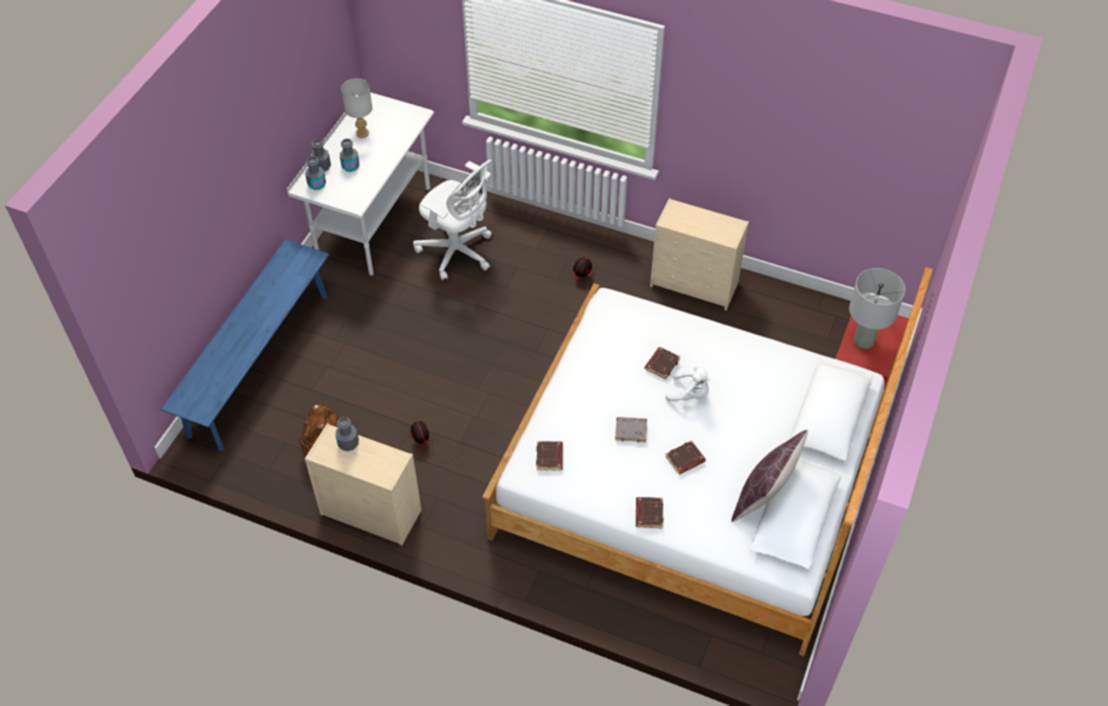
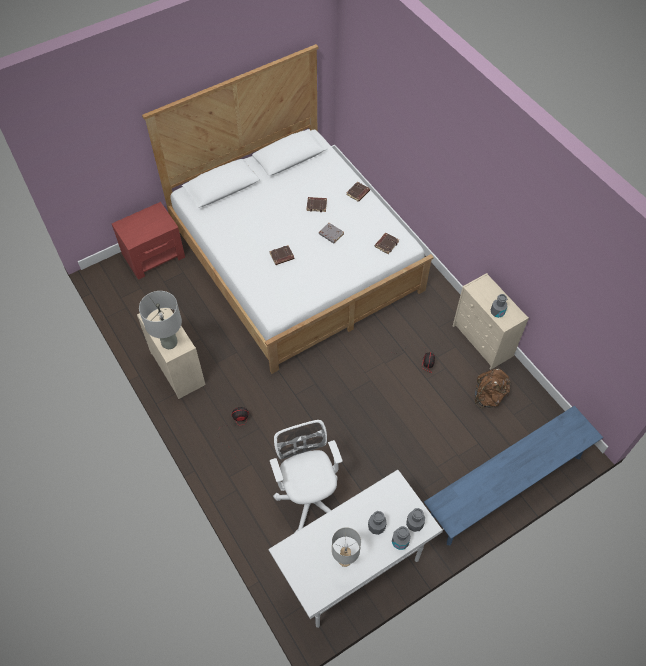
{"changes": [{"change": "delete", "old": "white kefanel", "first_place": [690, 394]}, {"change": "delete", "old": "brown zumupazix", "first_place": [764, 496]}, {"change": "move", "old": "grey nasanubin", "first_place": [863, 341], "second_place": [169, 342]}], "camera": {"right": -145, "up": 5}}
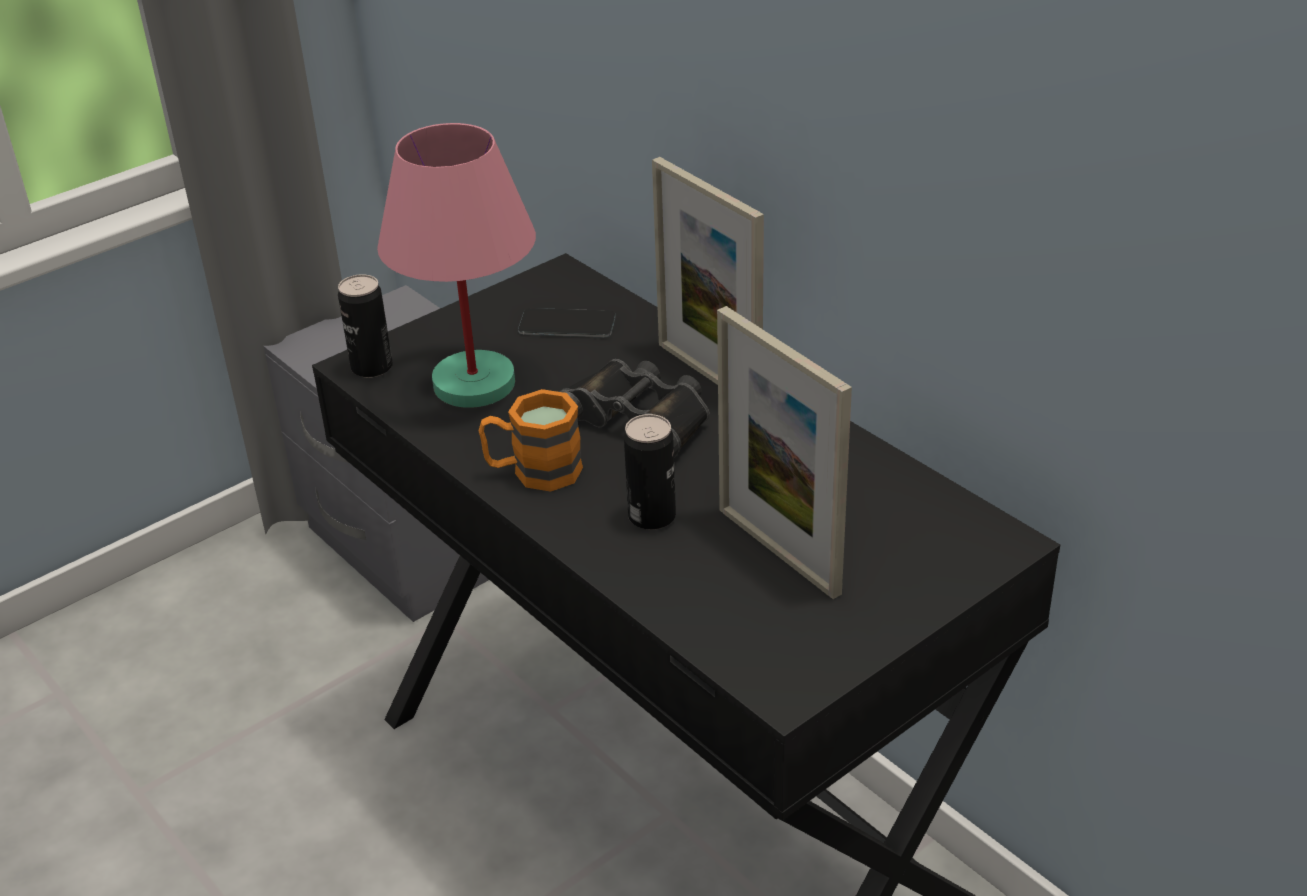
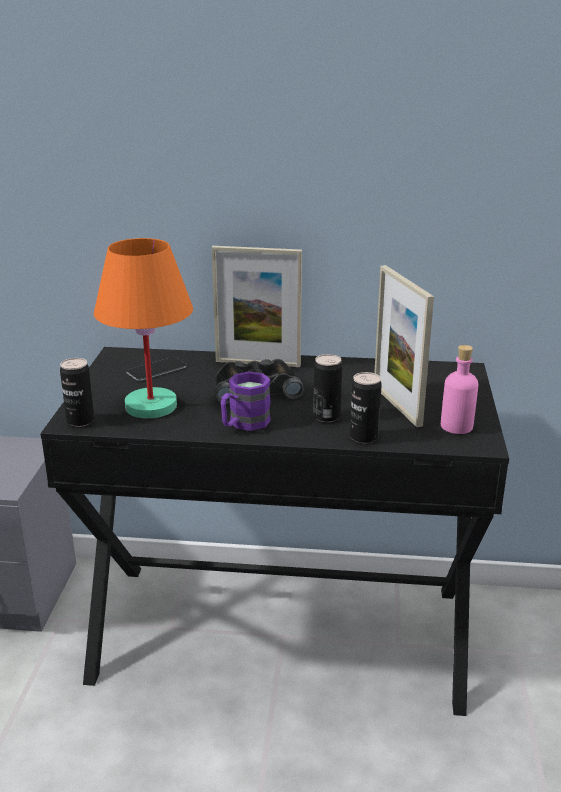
{"changes": [{"change": "recolor", "old": "pink nasanubin", "new": "orange nasanubin", "first_place": [474, 383], "second_place": [150, 406]}, {"change": "recolor", "old": "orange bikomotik", "new": "purple bikomotik", "first_place": [533, 472], "second_place": [244, 424]}, {"change": "rotate", "old": "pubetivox", "first_place": [778, 551], "second_place": [397, 405], "degrees": 60}, {"change": "insert", "new": "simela", "second_place": [364, 437]}, {"change": "insert", "new": "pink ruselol", "second_place": [456, 426]}], "camera": {"right": -45, "up": -10}}
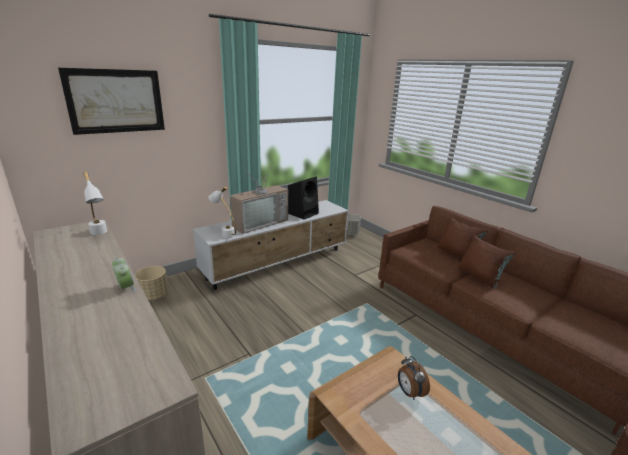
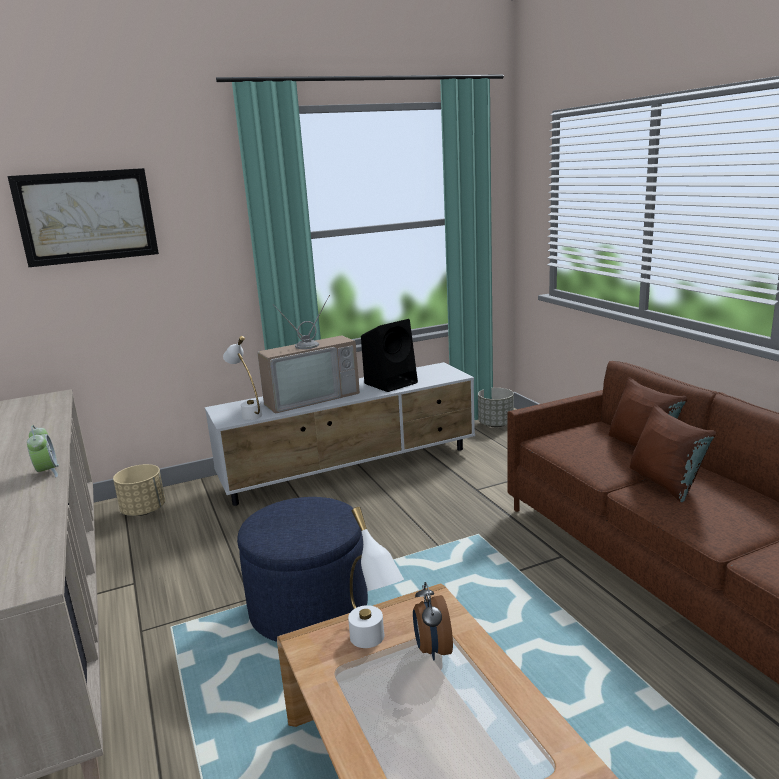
{"changes": [{"change": "move", "old": "white nasanubin", "first_place": [100, 234], "second_place": [374, 647]}, {"change": "insert", "new": "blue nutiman", "second_place": [309, 608]}], "camera": {"right": 15, "up": -5}}
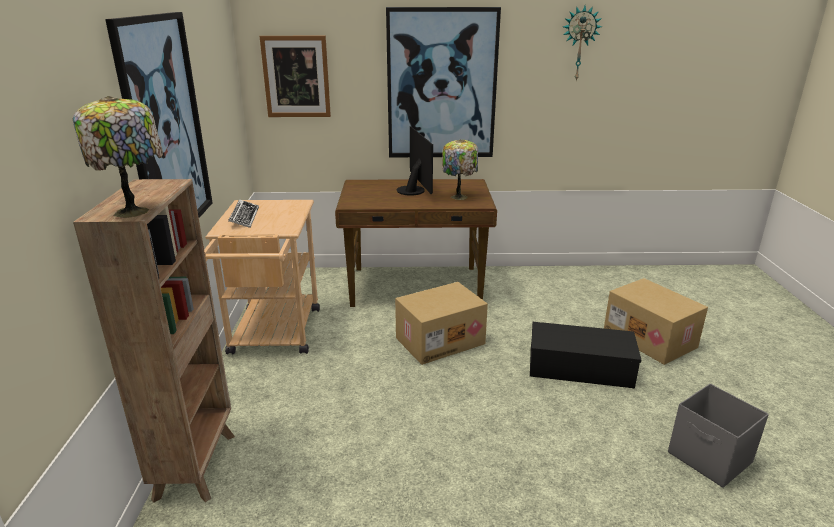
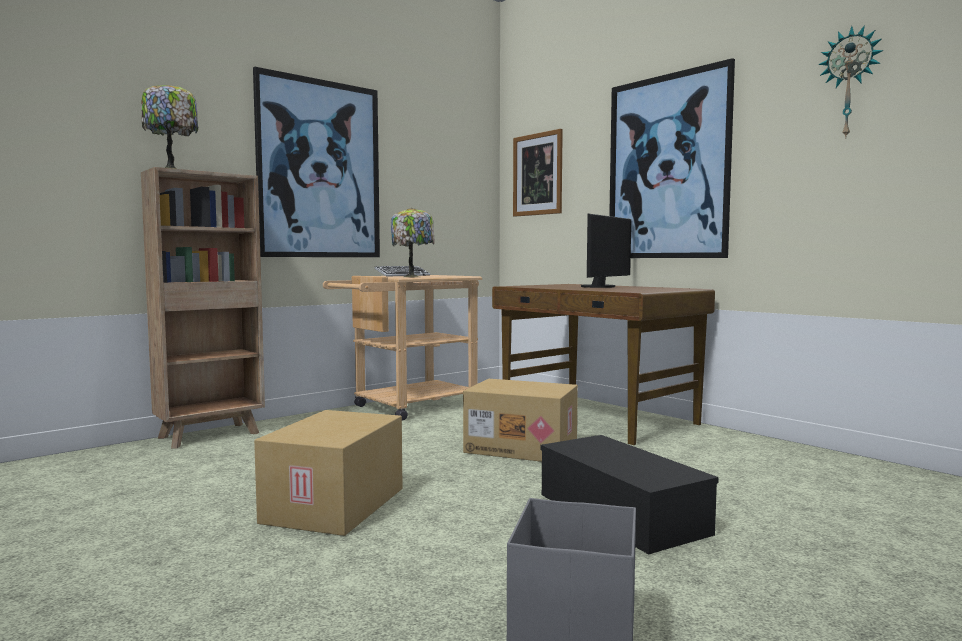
{"changes": [{"change": "move", "old": "nasanubin", "first_place": [459, 196], "second_place": [412, 277]}, {"change": "move", "old": "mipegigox", "first_place": [650, 338], "second_place": [336, 506]}], "camera": {"right": 50, "up": -20}}
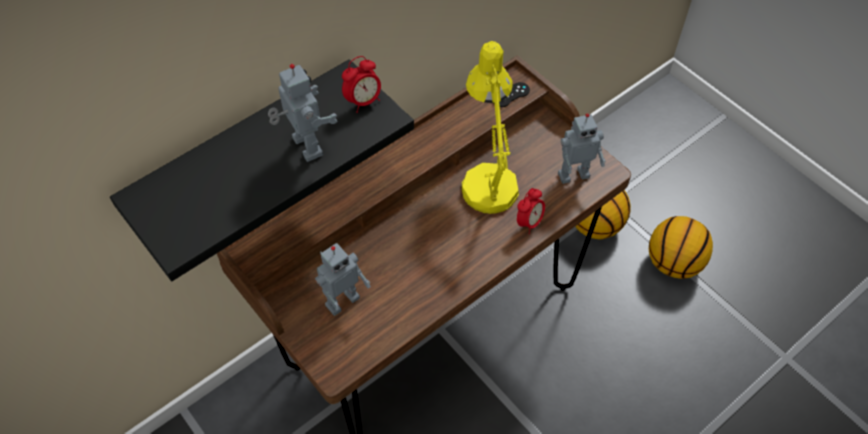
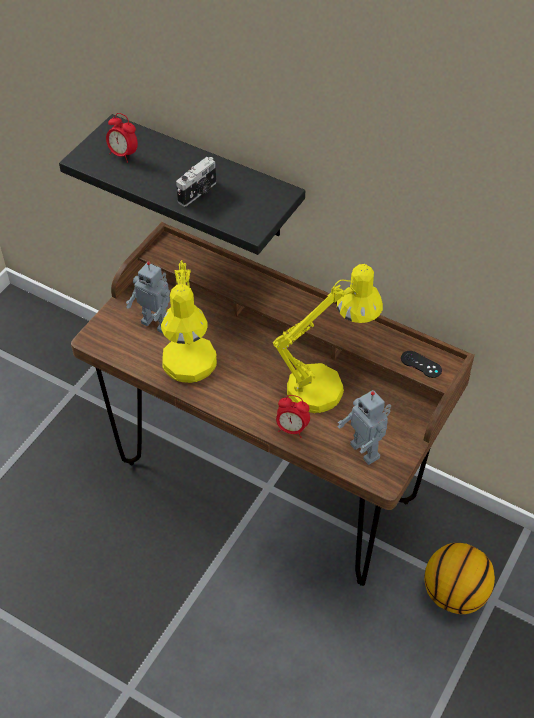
{"changes": [{"change": "replace", "old": "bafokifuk", "new": "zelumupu", "first_place": [305, 147], "second_place": [198, 193]}, {"change": "move", "old": "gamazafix", "first_place": [363, 101], "second_place": [123, 154]}, {"change": "delete", "old": "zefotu", "first_place": [673, 263]}, {"change": "insert", "new": "yellow nasanubin", "second_place": [190, 371]}], "camera": {"right": 70, "up": -5}}
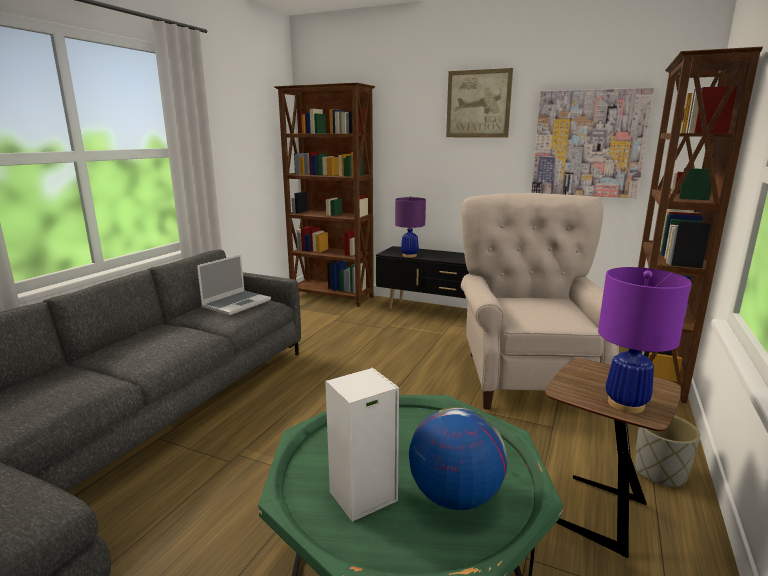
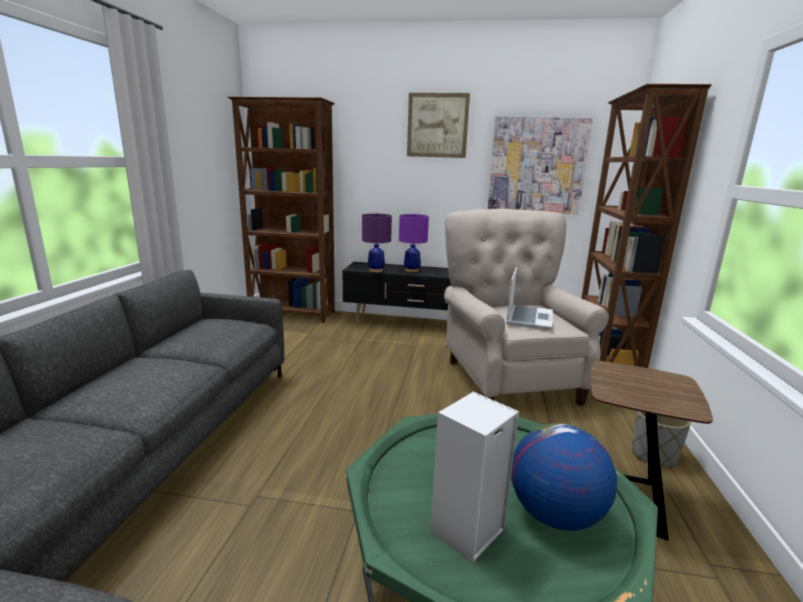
{"changes": [{"change": "move", "old": "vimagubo", "first_place": [236, 303], "second_place": [528, 318]}, {"change": "move", "old": "purple nasanubin", "first_place": [626, 404], "second_place": [412, 270]}], "camera": {"right": -15, "up": 0}}
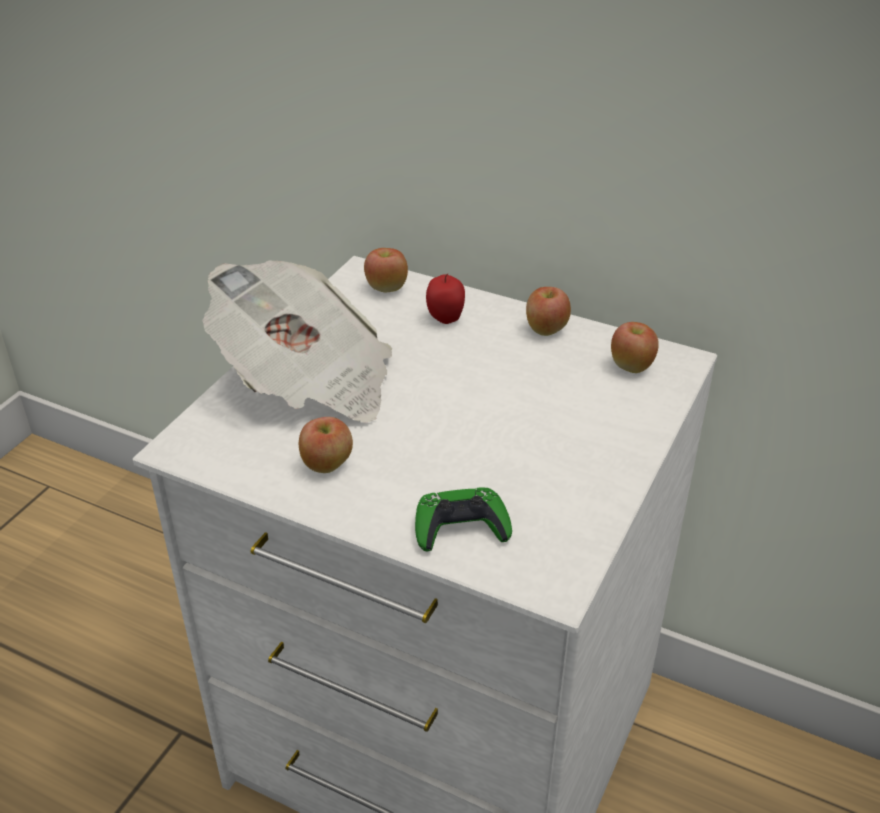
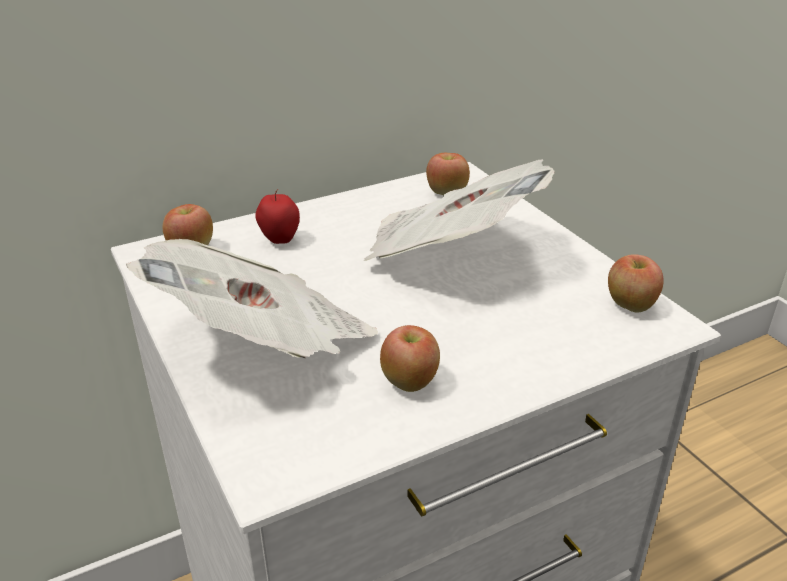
{"changes": [{"change": "delete", "old": "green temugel", "first_place": [461, 527]}, {"change": "move", "old": "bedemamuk", "first_place": [546, 329], "second_place": [630, 305]}, {"change": "insert", "new": "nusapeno", "second_place": [449, 253]}], "camera": {"right": -55, "up": -5}}
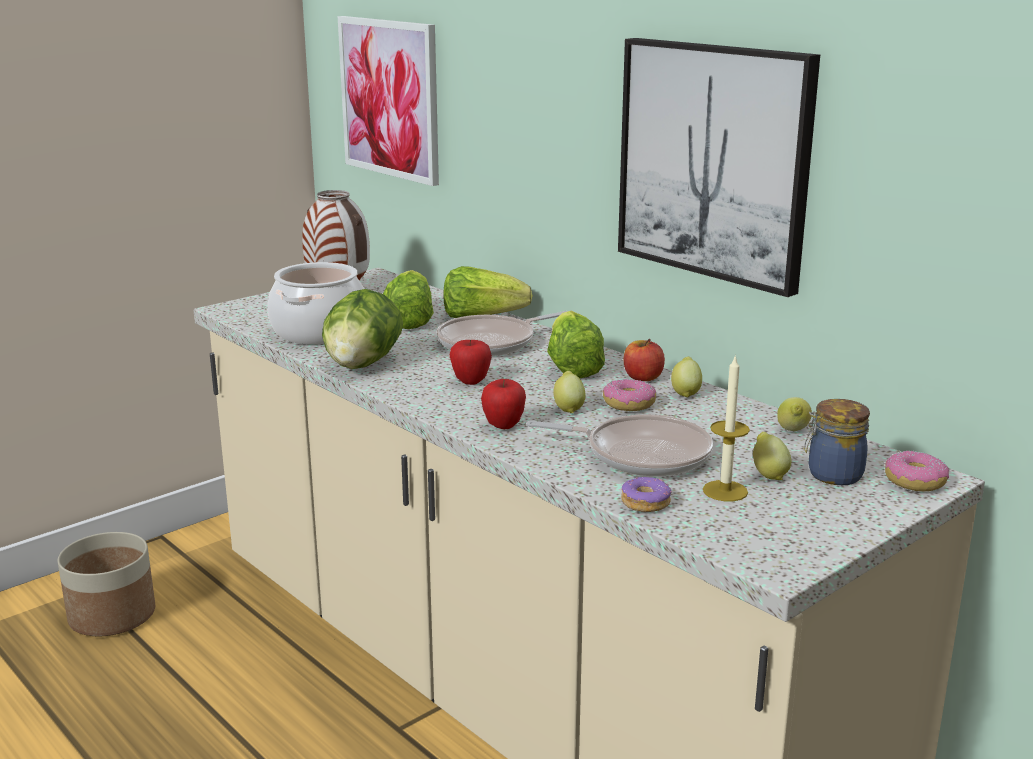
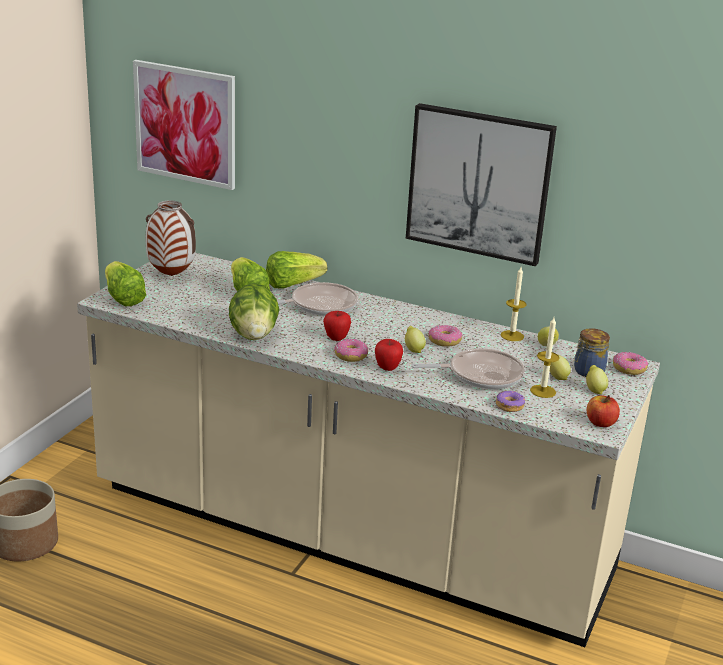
{"changes": [{"change": "delete", "old": "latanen", "first_place": [319, 331]}, {"change": "rotate", "old": "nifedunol", "first_place": [492, 342], "second_place": [319, 305], "degrees": -150}, {"change": "move", "old": "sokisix", "first_place": [572, 367], "second_place": [123, 298]}, {"change": "move", "old": "bedemamuk", "first_place": [642, 377], "second_place": [600, 423]}, {"change": "move", "old": "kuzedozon", "first_place": [685, 393], "second_place": [594, 390]}, {"change": "insert", "new": "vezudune", "second_place": [351, 356]}, {"change": "insert", "new": "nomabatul", "second_place": [512, 336]}], "camera": {"right": -25, "up": 5}}
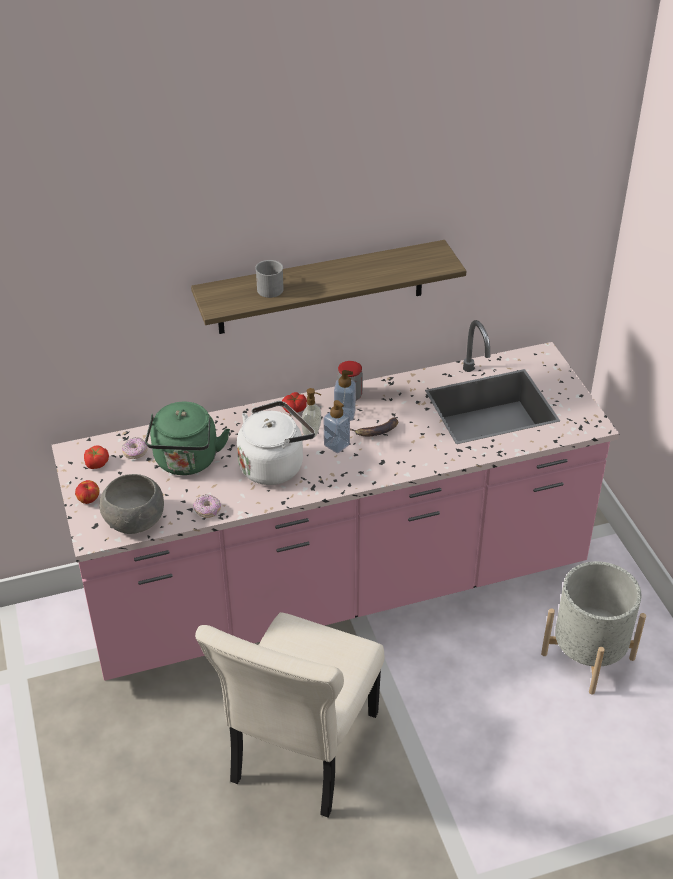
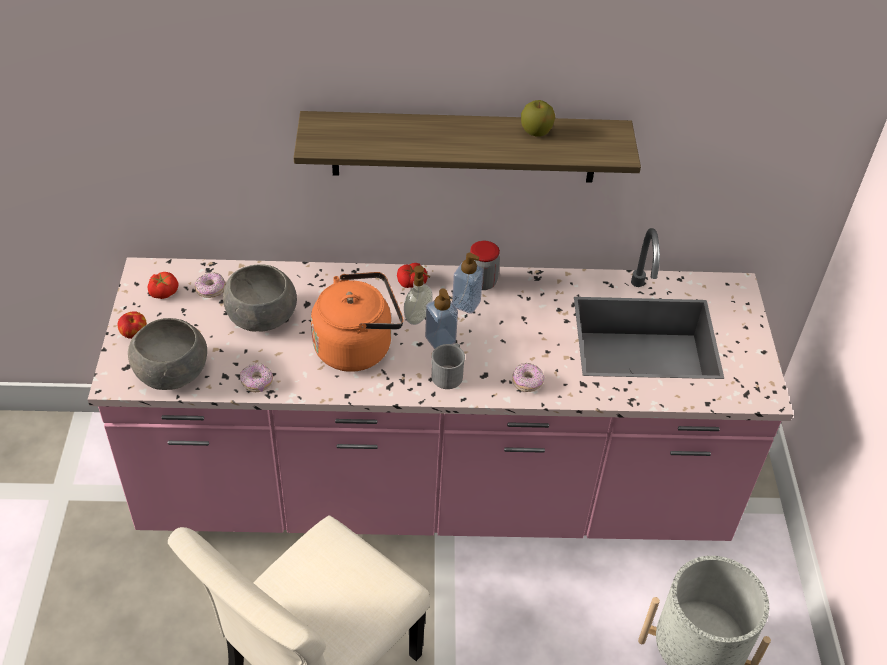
{"changes": [{"change": "replace", "old": "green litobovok", "new": "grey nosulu", "first_place": [186, 462], "second_place": [261, 316]}, {"change": "recolor", "old": "white litobovok", "new": "orange litobovok", "first_place": [274, 465], "second_place": [357, 346]}, {"change": "move", "old": "grey bikomotik", "first_place": [270, 287], "second_place": [449, 373]}, {"change": "delete", "old": "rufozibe", "first_place": [376, 431]}, {"change": "insert", "new": "vezudune", "second_place": [527, 382]}, {"change": "insert", "new": "bedemamuk", "second_place": [536, 132]}], "camera": {"right": 15, "up": 5}}
